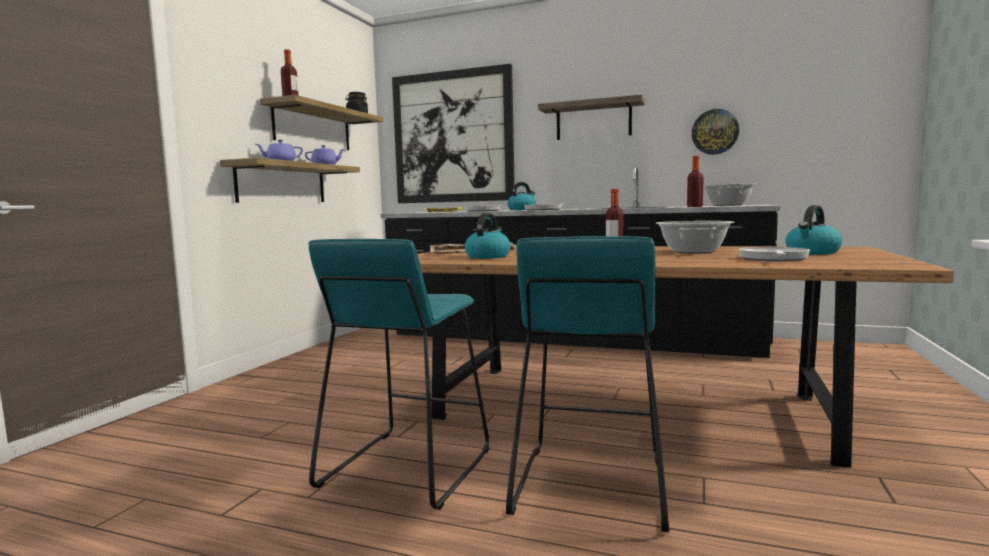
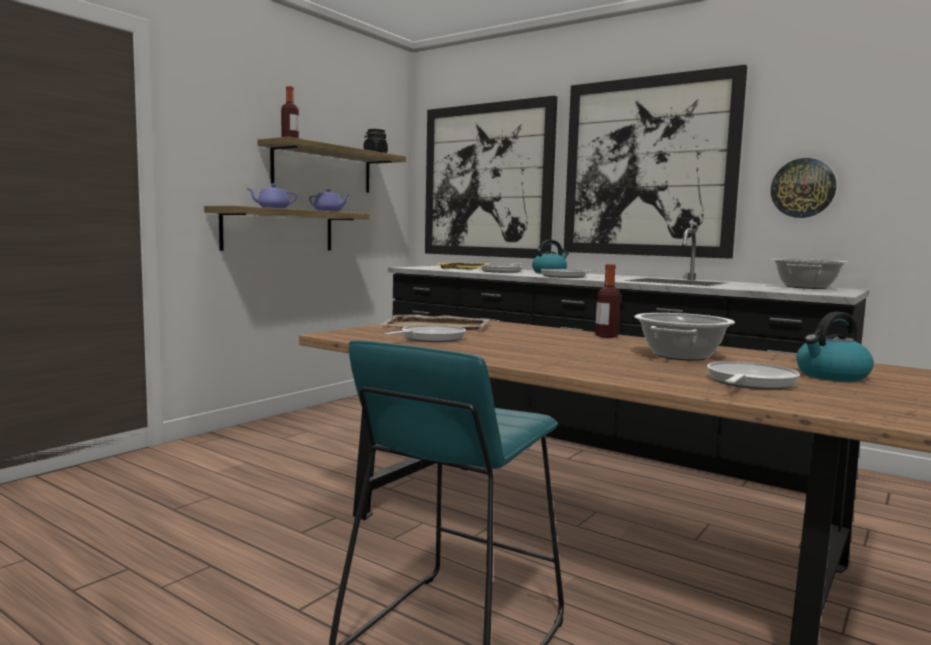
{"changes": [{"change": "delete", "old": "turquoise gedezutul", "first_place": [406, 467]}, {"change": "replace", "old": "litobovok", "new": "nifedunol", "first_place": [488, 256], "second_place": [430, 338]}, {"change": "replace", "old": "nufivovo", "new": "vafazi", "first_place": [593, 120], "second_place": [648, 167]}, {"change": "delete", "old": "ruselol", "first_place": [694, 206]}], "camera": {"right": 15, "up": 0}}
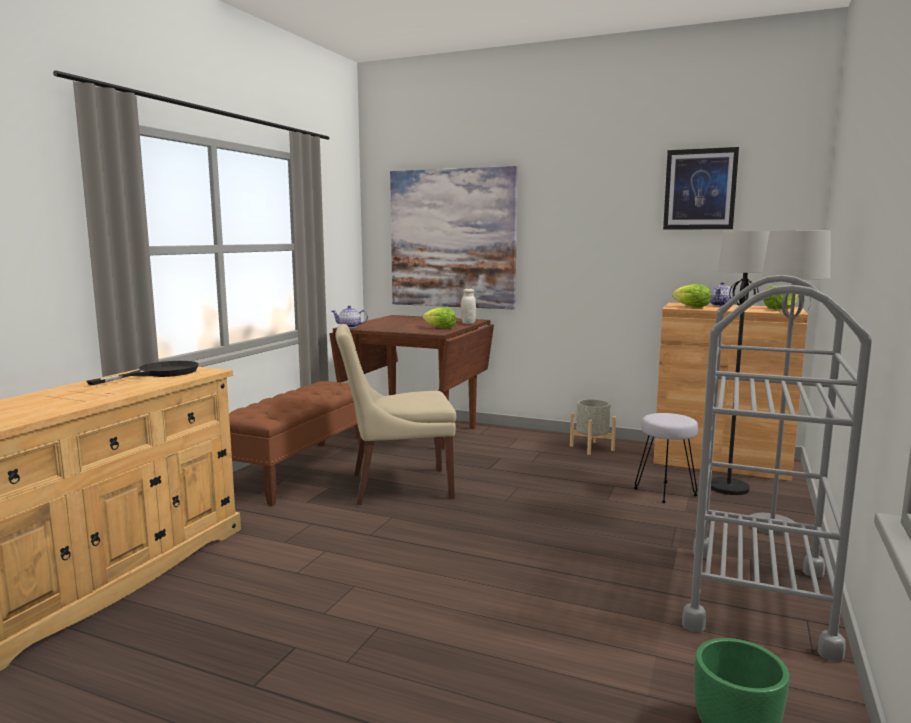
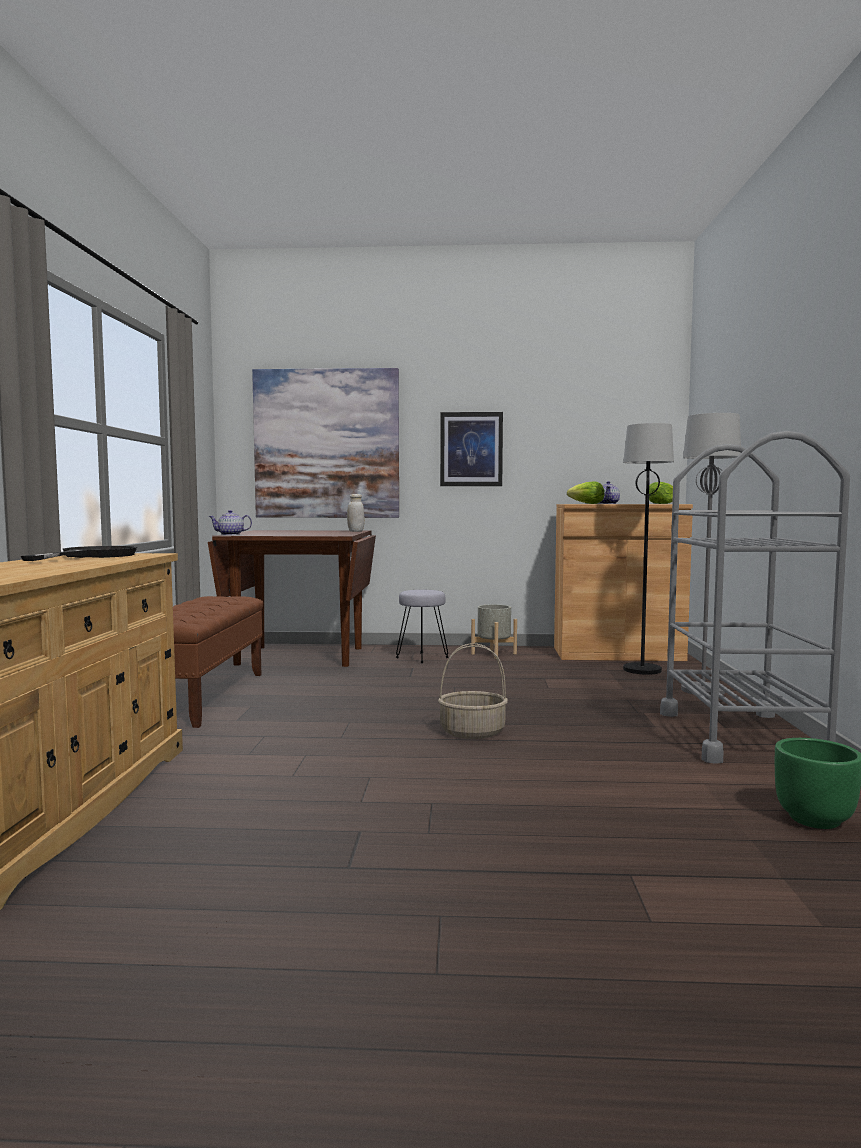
{"changes": [{"change": "delete", "old": "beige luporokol", "first_place": [397, 486]}, {"change": "delete", "old": "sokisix", "first_place": [440, 328]}, {"change": "move", "old": "grey gedezutul", "first_place": [665, 493], "second_place": [422, 658]}, {"change": "move", "old": "vafazi", "first_place": [700, 189], "second_place": [471, 449]}, {"change": "insert", "new": "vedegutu", "second_place": [473, 732]}], "camera": {"right": -20, "up": -5}}
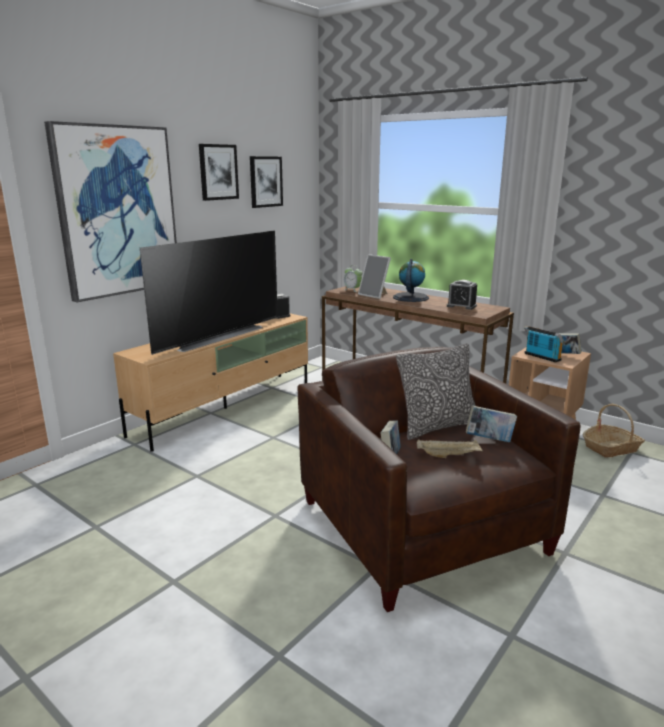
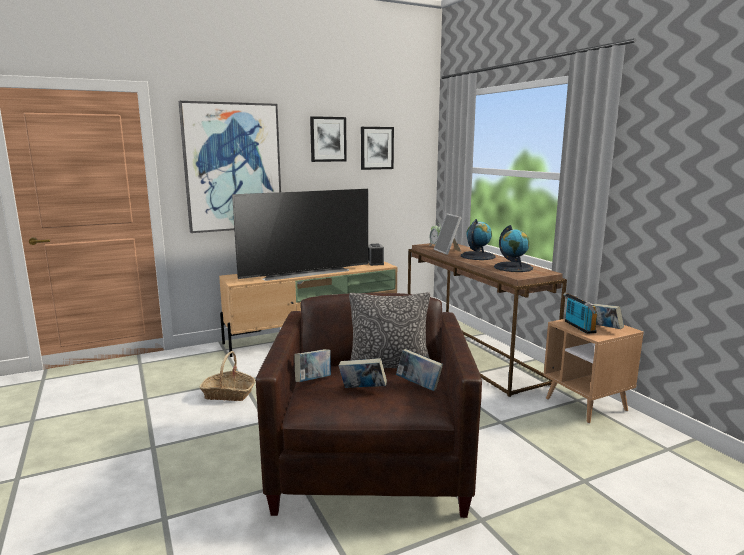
{"changes": [{"change": "replace", "old": "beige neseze", "new": "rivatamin", "first_place": [449, 455], "second_place": [362, 389]}, {"change": "replace", "old": "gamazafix", "new": "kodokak", "first_place": [461, 306], "second_place": [513, 267]}, {"change": "move", "old": "vedegutu", "first_place": [611, 448], "second_place": [228, 394]}], "camera": {"right": 25, "up": -5}}
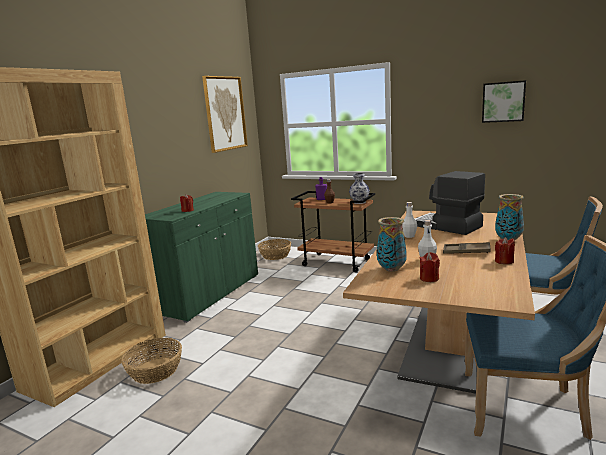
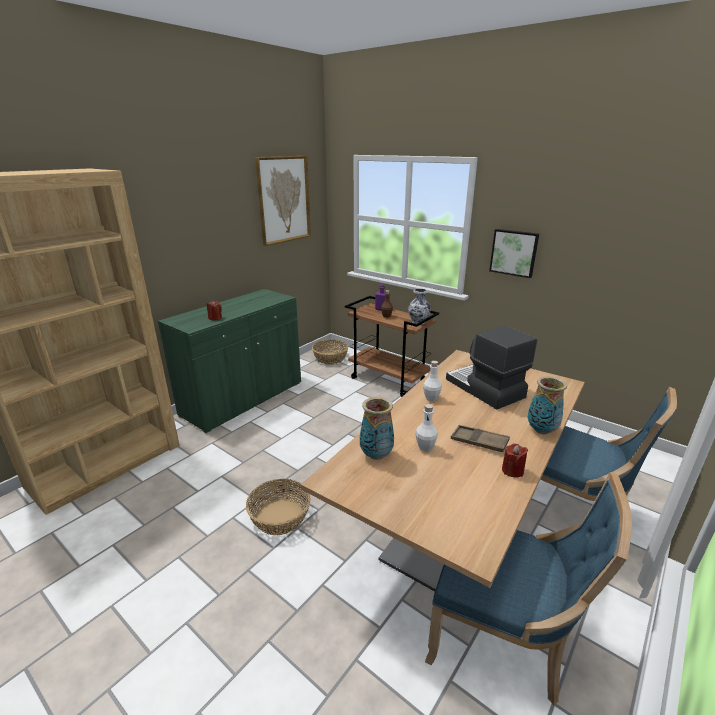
{"changes": [{"change": "move", "old": "vedegutu", "first_place": [155, 370], "second_place": [280, 516]}, {"change": "delete", "old": "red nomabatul", "first_place": [429, 278]}, {"change": "move", "old": "vafazi", "first_place": [503, 102], "second_place": [514, 252]}], "camera": {"right": 10, "up": 10}}
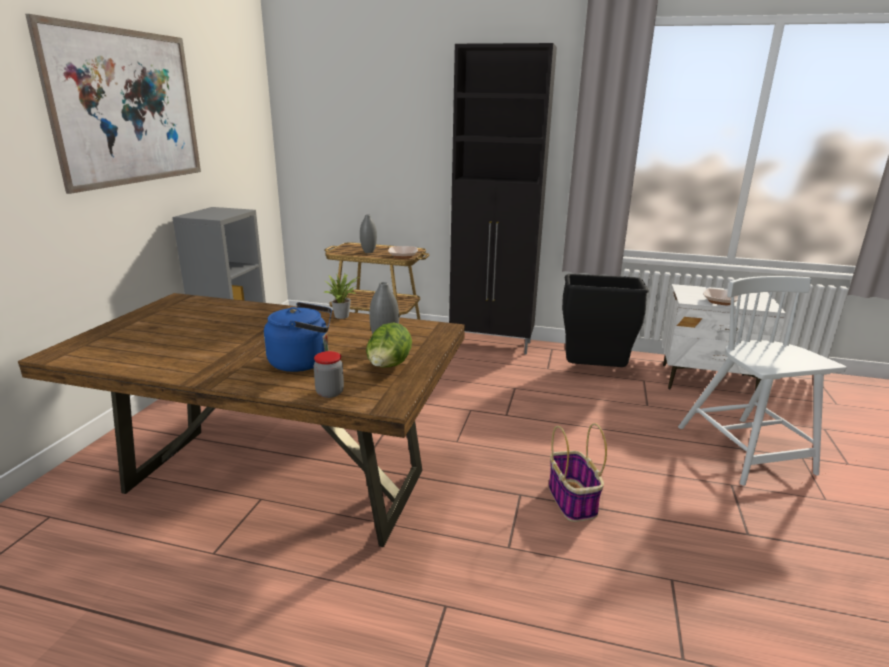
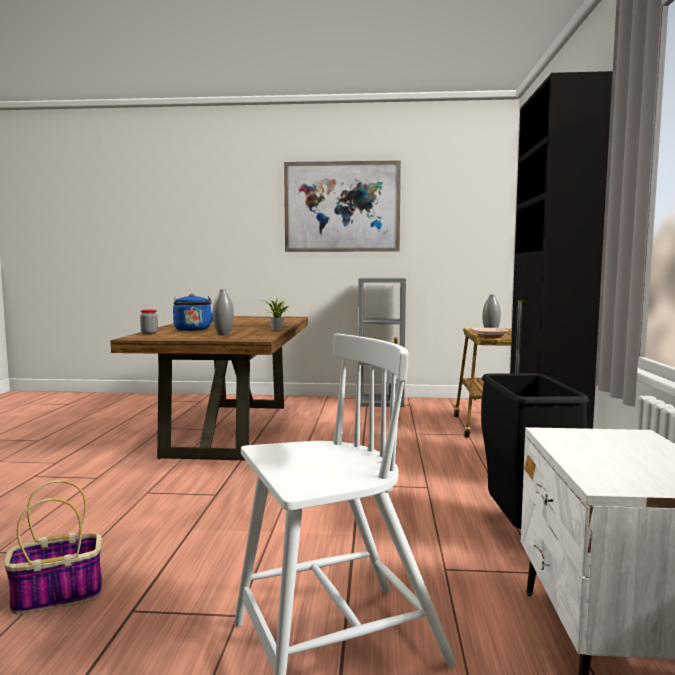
{"changes": [{"change": "delete", "old": "sokisix", "first_place": [388, 367]}, {"change": "move", "old": "vedegutu", "first_place": [573, 501], "second_place": [56, 596]}, {"change": "delete", "old": "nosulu", "first_place": [720, 301]}], "camera": {"right": 80, "up": -15}}
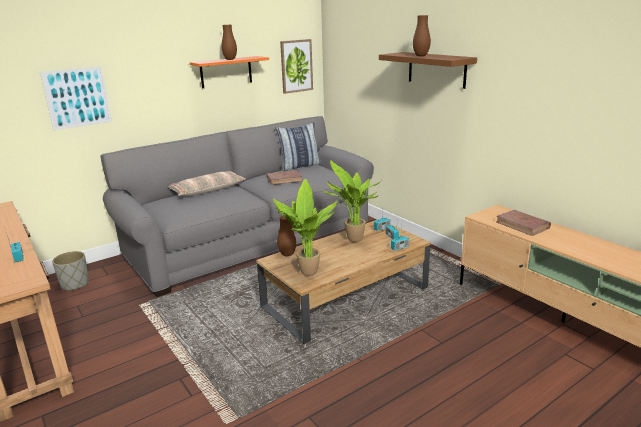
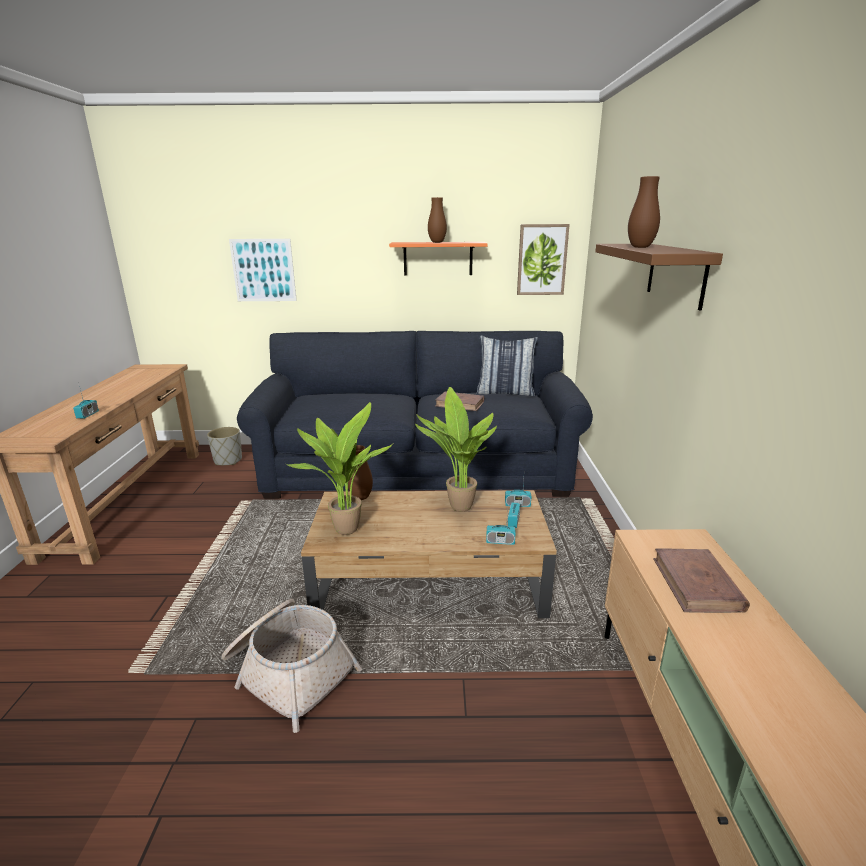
{"changes": [{"change": "recolor", "old": "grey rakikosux", "new": "blue rakikosux", "first_place": [250, 241], "second_place": [418, 470]}, {"change": "delete", "old": "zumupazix", "first_place": [207, 190]}, {"change": "insert", "new": "vedegutu", "second_place": [289, 671]}], "camera": {"right": 35, "up": 0}}
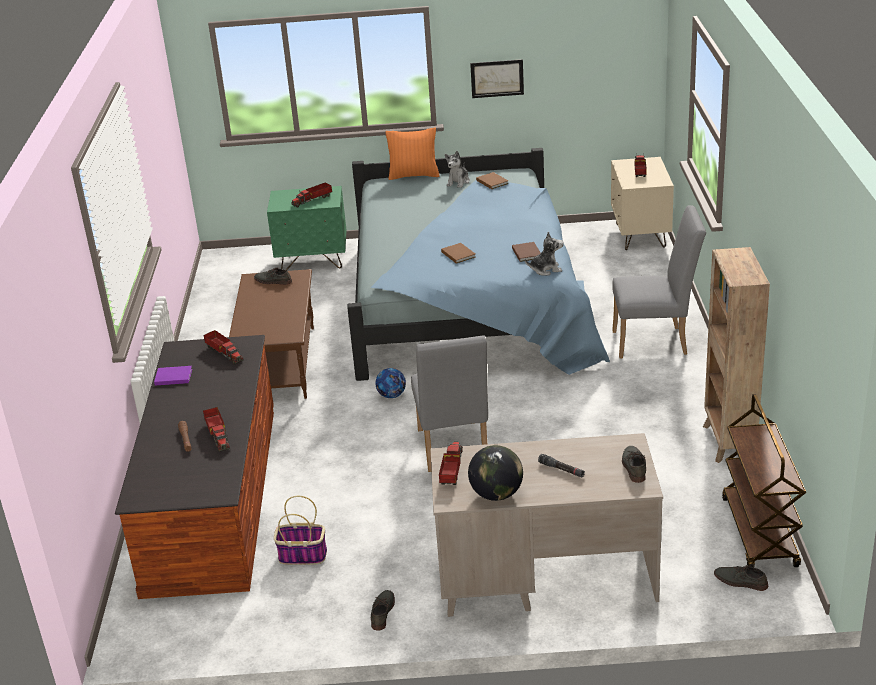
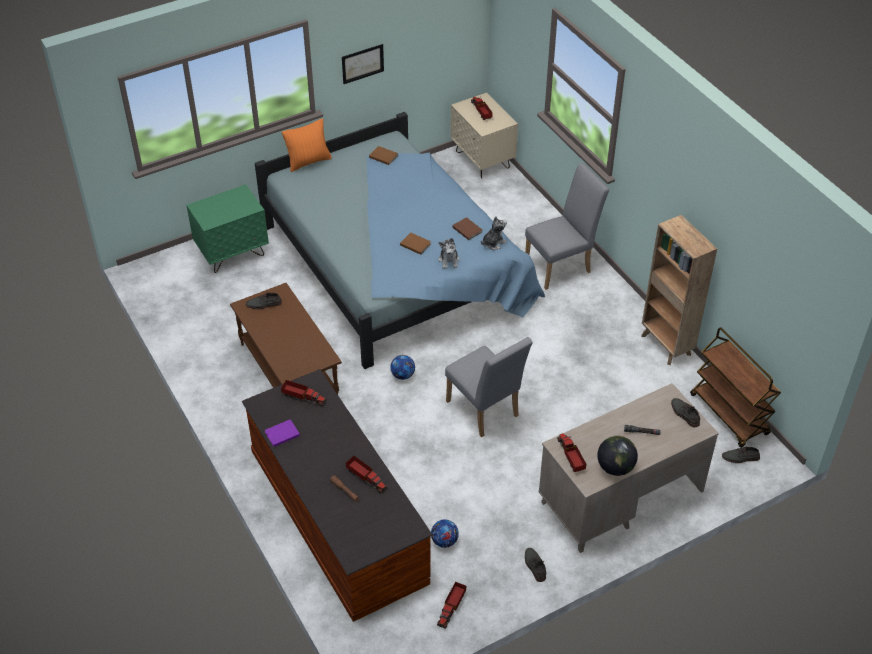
{"changes": [{"change": "replace", "old": "vedegutu", "new": "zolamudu", "first_place": [301, 556], "second_place": [444, 541]}, {"change": "move", "old": "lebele", "first_place": [313, 199], "second_place": [451, 607]}, {"change": "move", "old": "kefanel", "first_place": [458, 182], "second_place": [449, 260]}], "camera": {"right": -30, "up": 15}}
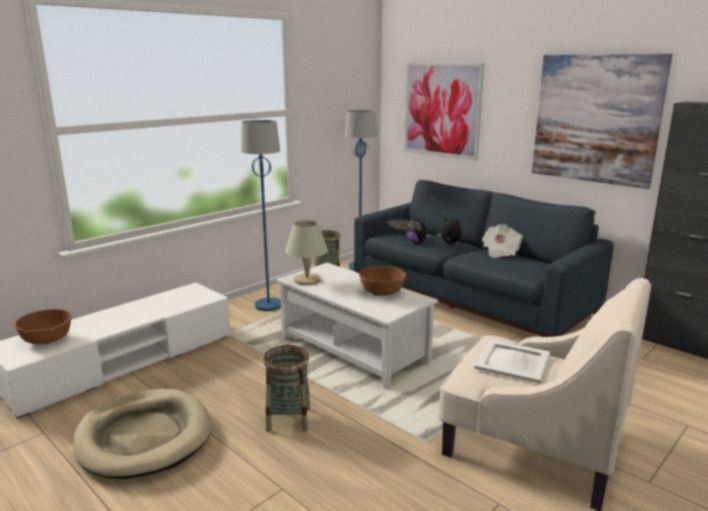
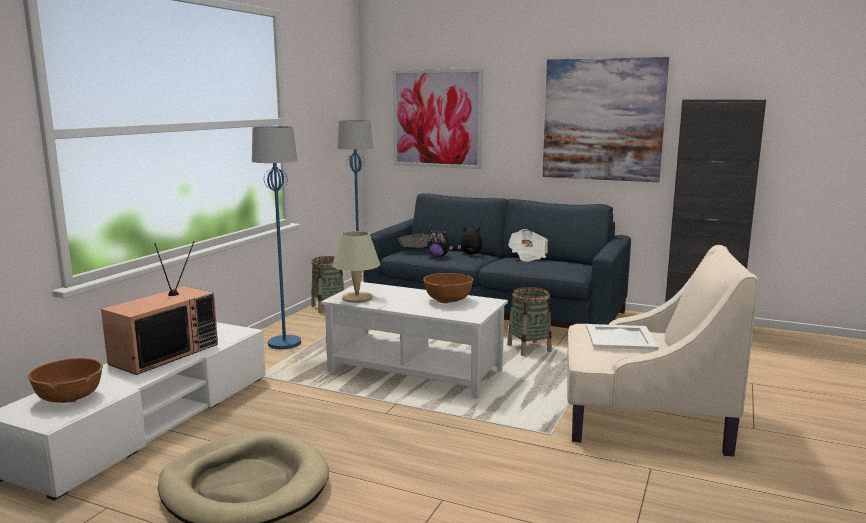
{"changes": [{"change": "move", "old": "vedegutu", "first_place": [288, 419], "second_place": [529, 348]}, {"change": "insert", "new": "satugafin", "second_place": [164, 353]}], "camera": {"right": -20, "up": -5}}
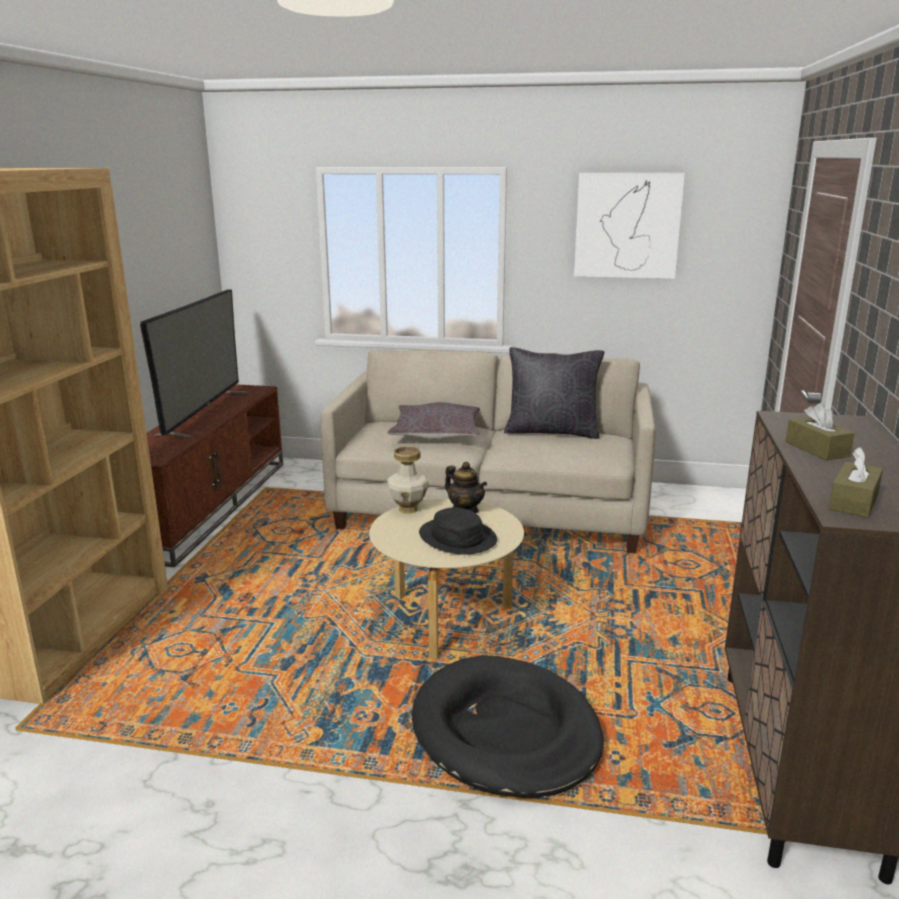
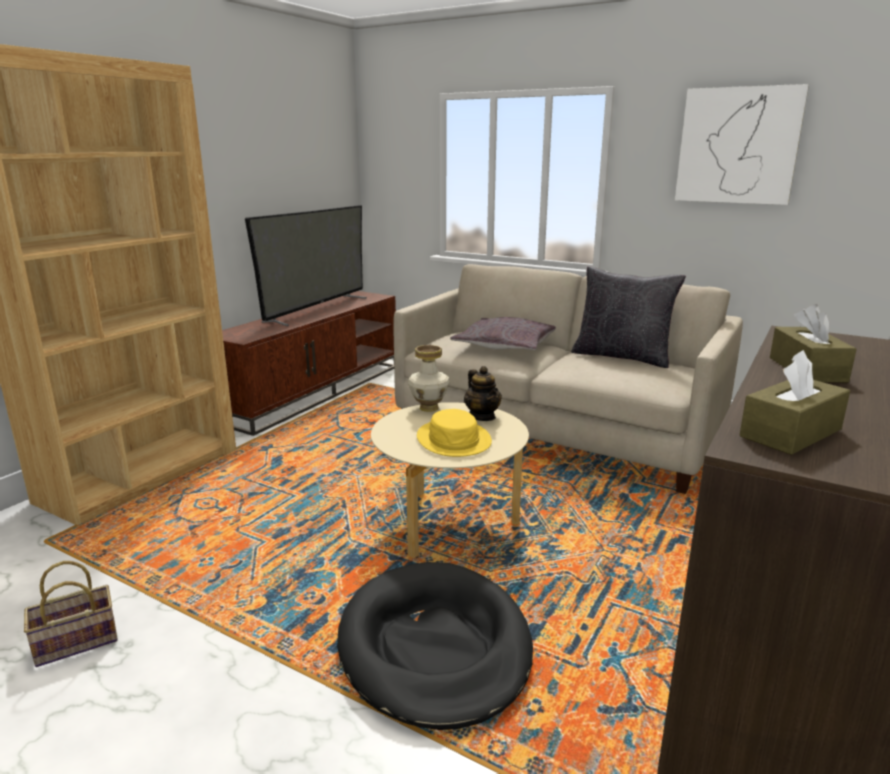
{"changes": [{"change": "recolor", "old": "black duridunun", "new": "yellow duridunun", "first_place": [458, 537], "second_place": [454, 440]}, {"change": "insert", "new": "vedegutu", "second_place": [74, 644]}], "camera": {"right": 20, "up": 0}}
